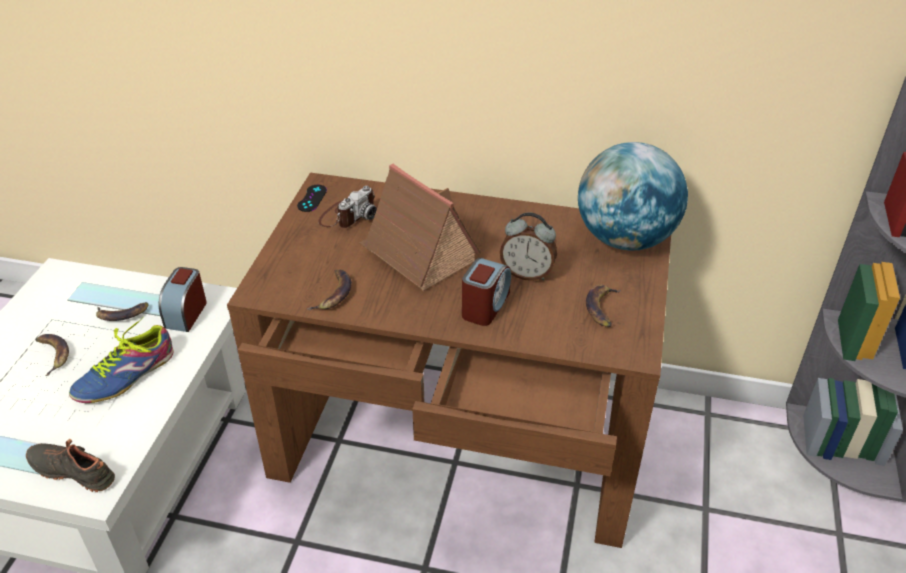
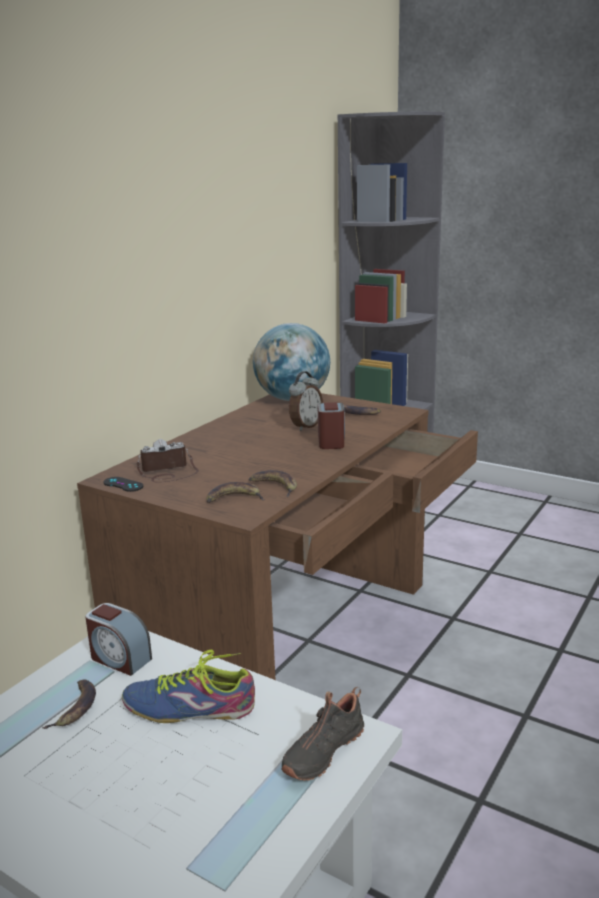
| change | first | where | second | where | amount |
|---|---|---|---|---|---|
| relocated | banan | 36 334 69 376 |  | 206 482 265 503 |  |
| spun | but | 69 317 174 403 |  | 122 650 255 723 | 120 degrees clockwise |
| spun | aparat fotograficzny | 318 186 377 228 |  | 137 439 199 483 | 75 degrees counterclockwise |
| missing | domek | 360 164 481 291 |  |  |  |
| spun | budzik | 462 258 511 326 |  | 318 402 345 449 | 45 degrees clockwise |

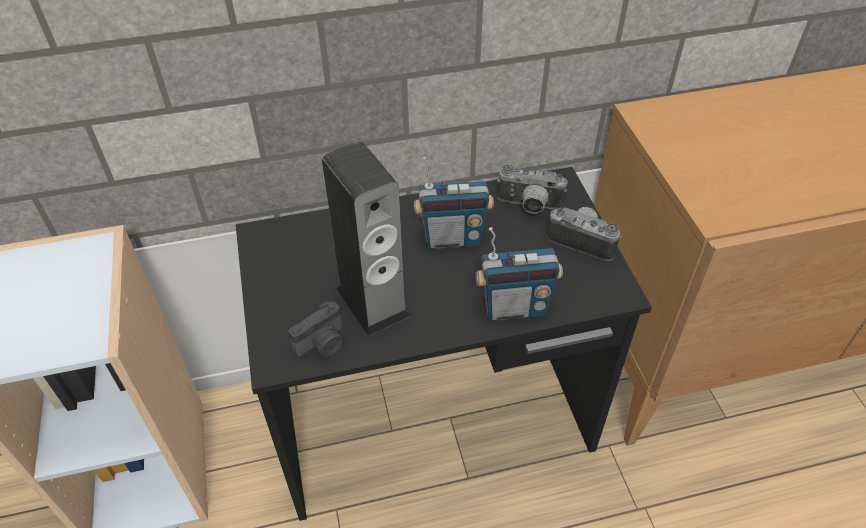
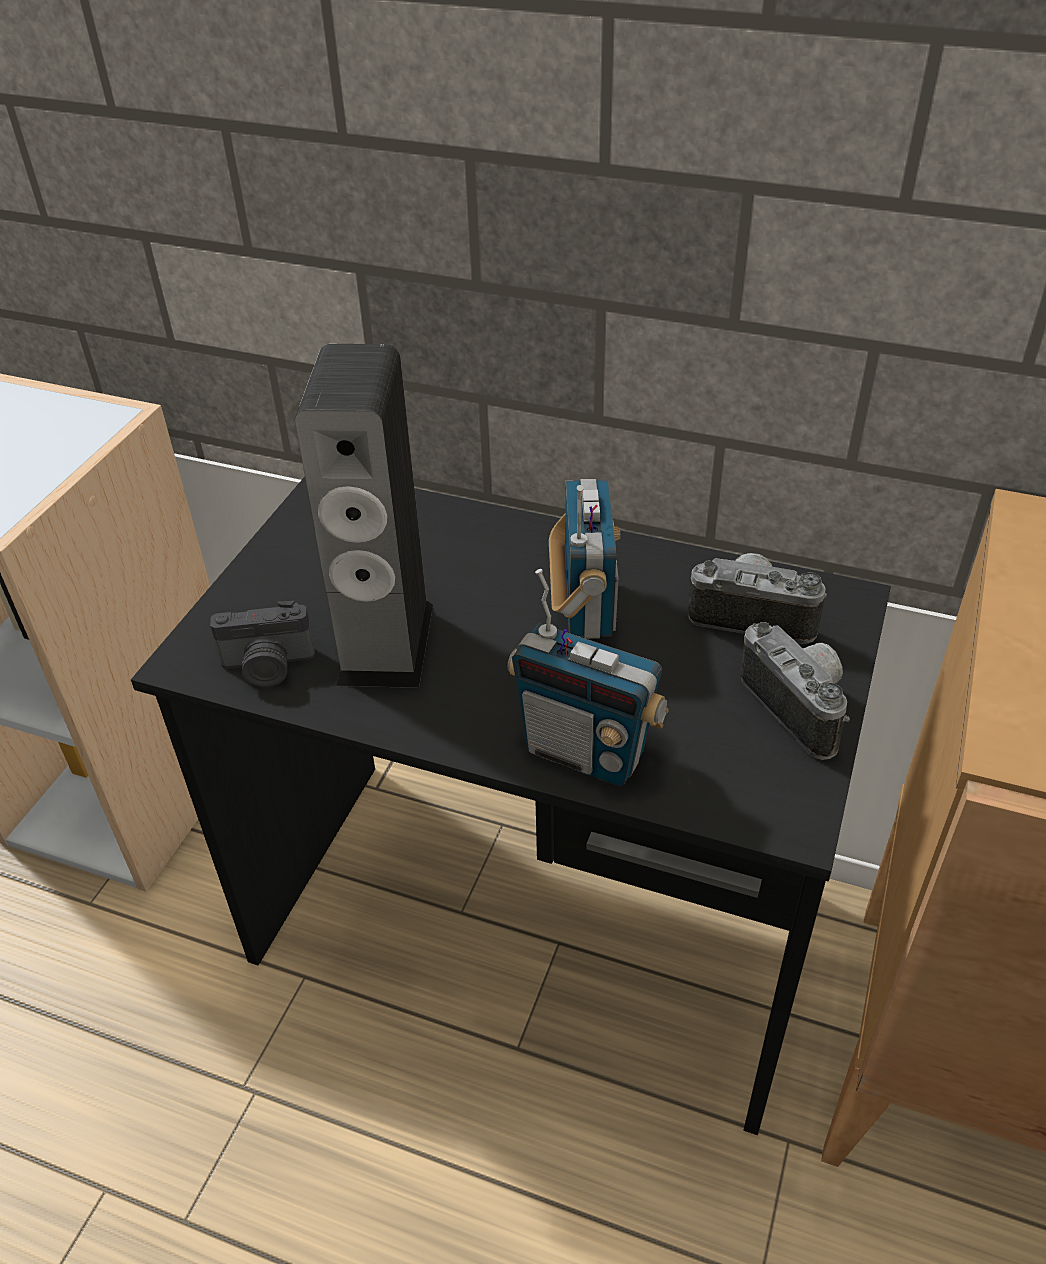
| change | first | where | second | where | amount |
|---|---|---|---|---|---|
| spun | radio | 414 157 494 249 |  | 549 479 621 639 | 120 degrees counterclockwise |
| spun | aparat fotograficzny | 497 165 568 214 |  | 688 553 827 644 | 150 degrees clockwise |

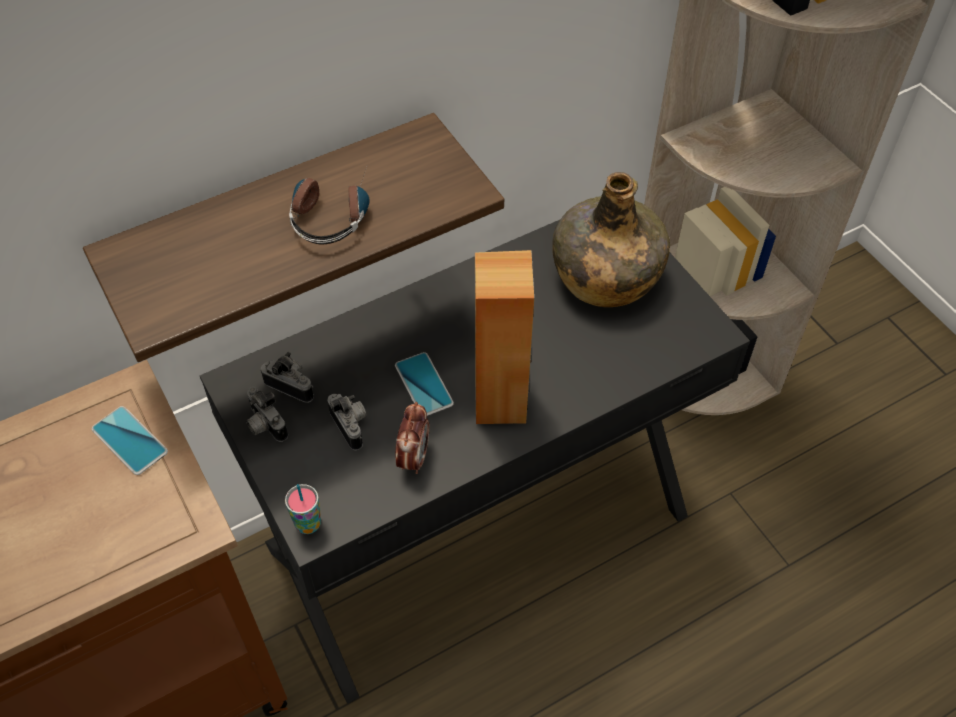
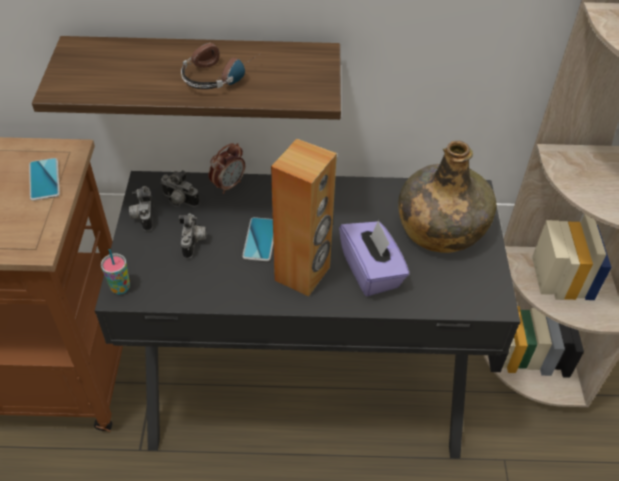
| change | first | where | second | where | amount |
|---|---|---|---|---|---|
| spun | aparat fotograficzny | 261 352 314 403 |  | 161 170 200 207 | 150 degrees clockwise |
| relocated | budzik | 395 402 430 474 |  | 209 143 245 194 |  |
| appeared |  |  | pudełko chusteczek (fioletowy) | 339 220 409 296 |  |

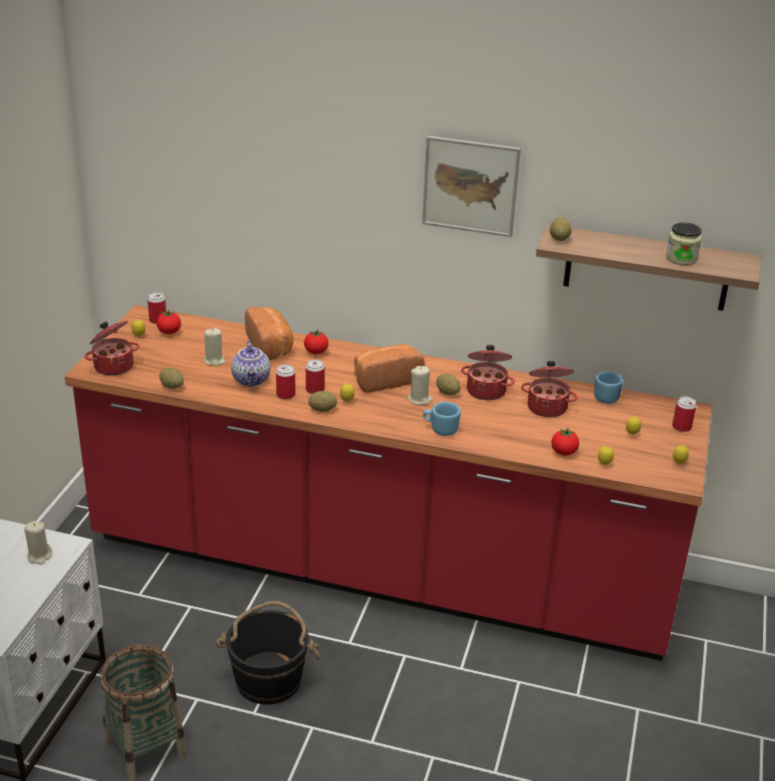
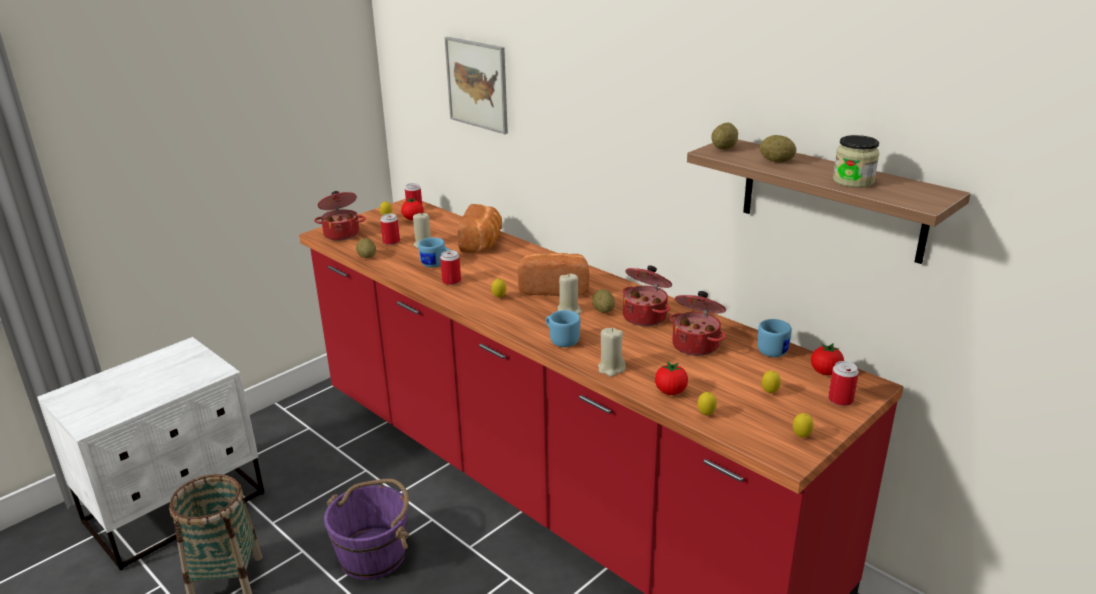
| change | first | where | second | where | amount |
|---|---|---|---|---|---|
| relocated | świeca (beżowy) | 24 521 52 565 |  | 598 328 626 377 |  |
| colour | wiadro (czarny) | 216 601 321 704 | wiadro (fioletowy) | 324 478 409 580 |  |
| exchanged | imbryk | 231 341 270 387 | kubek (niebieski) | 418 237 450 268 |  |
| relocated | pomidor | 304 329 329 354 |  | 811 343 844 375 |  |
| relocated | puszka | 306 359 325 394 |  | 380 214 400 245 |  |
| relocated | ziemniak | 308 391 337 412 |  | 760 135 797 163 |  |
| relocated | obraz | 422 136 521 237 |  | 445 37 508 134 |  |

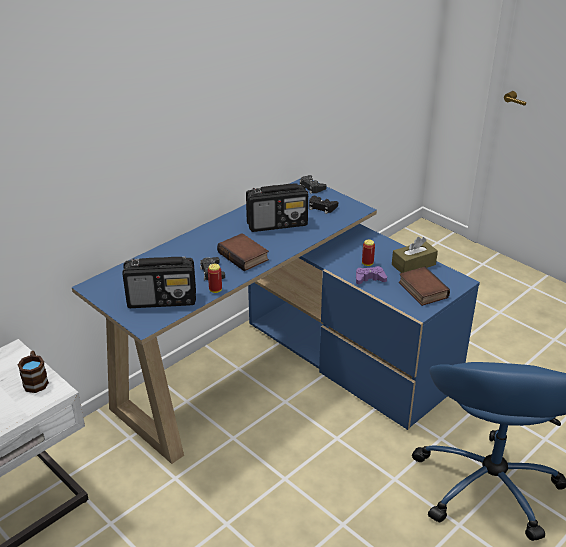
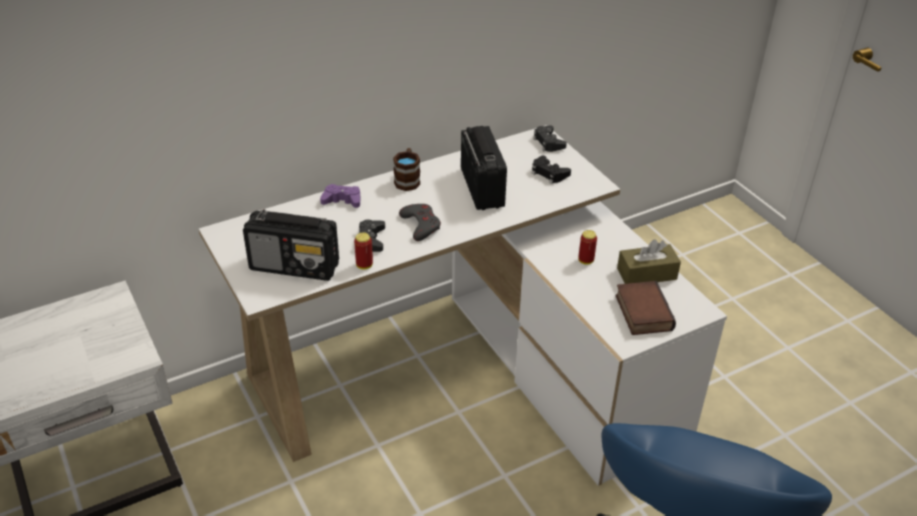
| change | first | where | second | where | amount |
|---|---|---|---|---|---|
| relocated | kubek (brązowy) | 18 351 49 393 |  | 393 148 420 191 |  |
| colour | biurko (niebieski) | 72 178 480 464 | biurko (biały) | 199 125 727 486 |  |
| exchanged | książka | 217 233 269 271 | pad do gier (szary) | 399 204 441 241 |  |
| spun | radio | 246 183 308 232 |  | 461 126 507 210 | 105 degrees counterclockwise |
| relocated | pad do gier (fioletowy) | 356 266 387 284 |  | 320 184 361 208 |  |

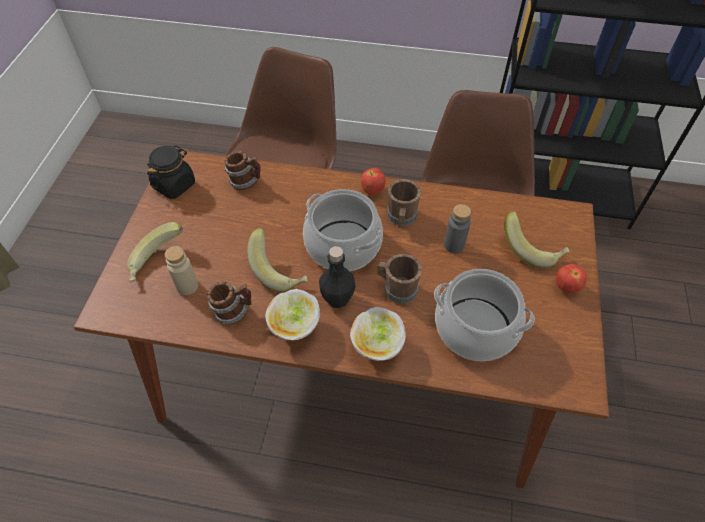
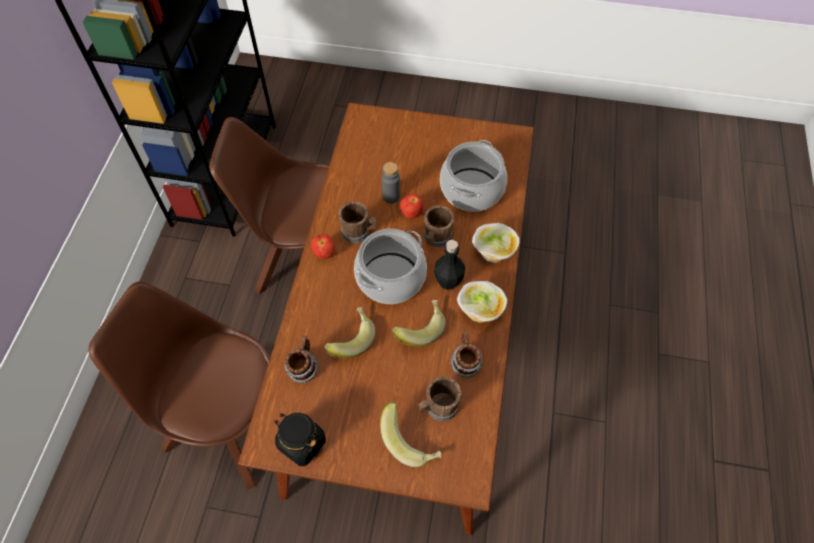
| change | first | where | second | where | amount |
|---|---|---|---|---|---|
| exchanged | butelka (beżowy) | 165 246 198 295 | kubek (brązowy) | 419 376 461 421 |  |
| relocated | banan | 504 211 570 268 |  | 325 307 375 359 |  |
| relocated | jabłko | 556 264 587 293 |  | 400 194 423 218 |  |

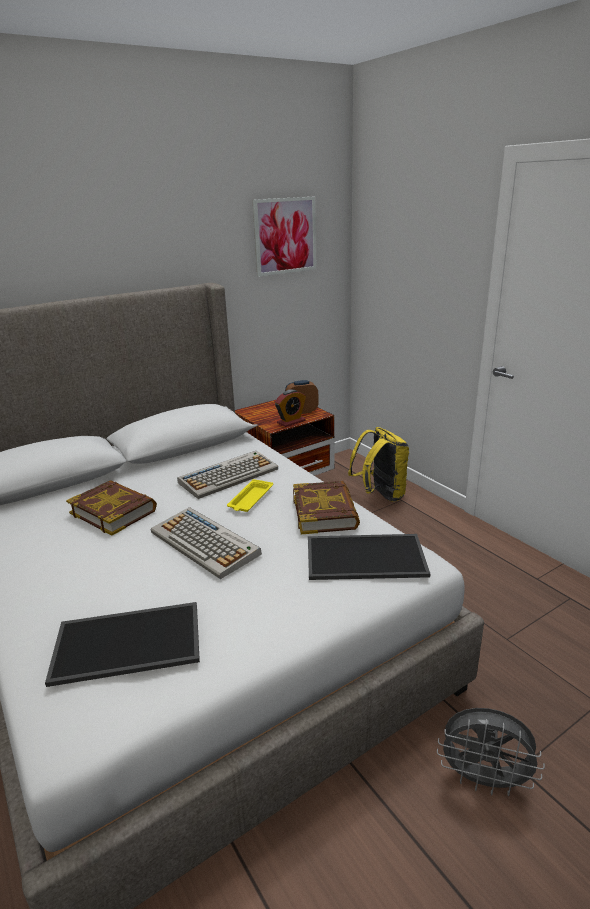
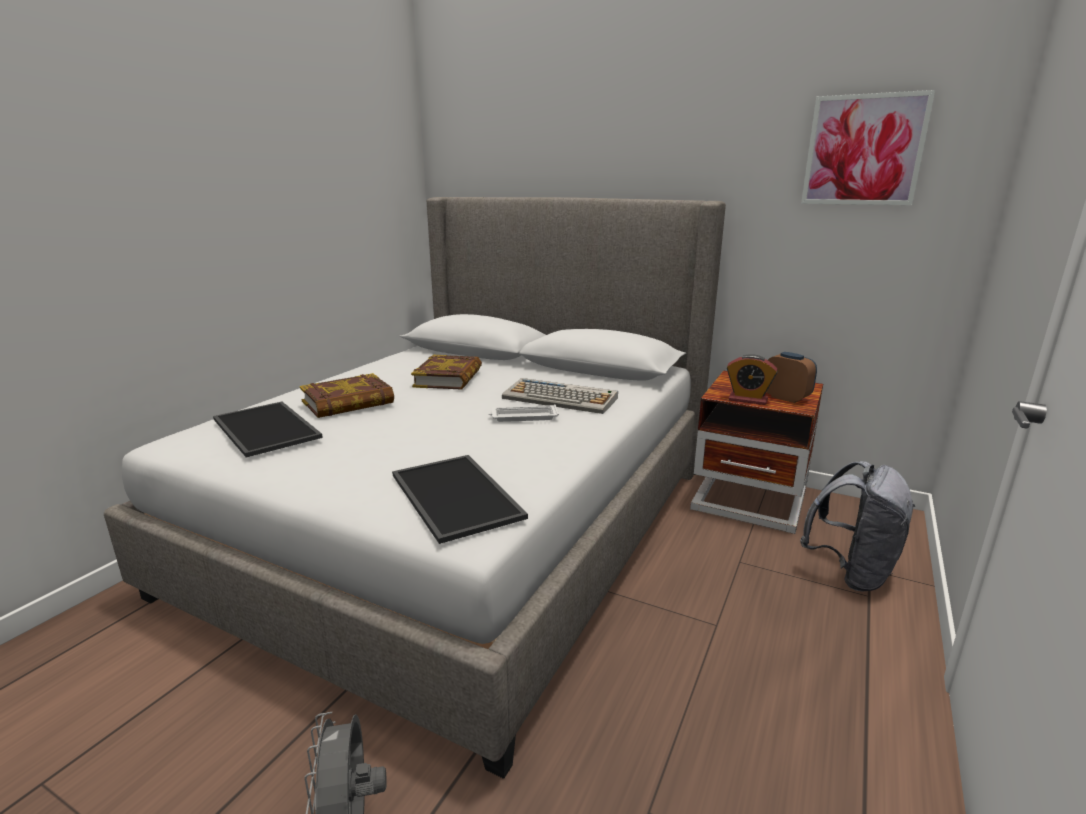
| change | first | where | second | where | amount |
|---|---|---|---|---|---|
| missing | klawiatura | 151 507 262 579 |  |  |  |
| colour | taca (żółty) | 227 479 273 512 | taca (biały) | 489 404 559 422 |  |
| relocated | książka | 293 481 360 534 |  | 300 373 394 418 |  |
| colour | plecak (żółty) | 348 427 409 502 | plecak (szary) | 800 461 915 592 |  |

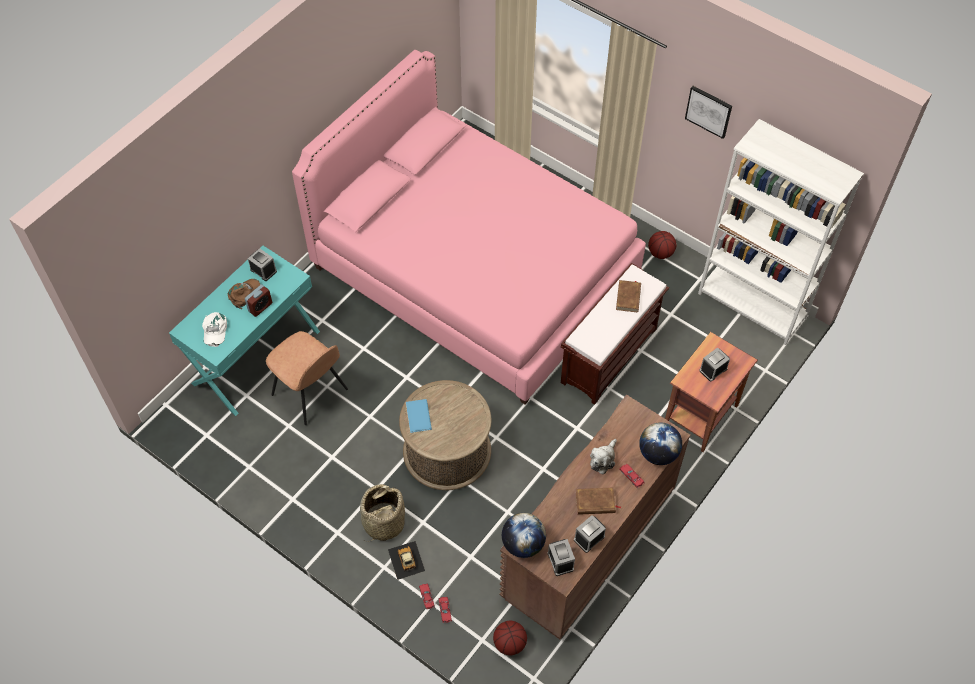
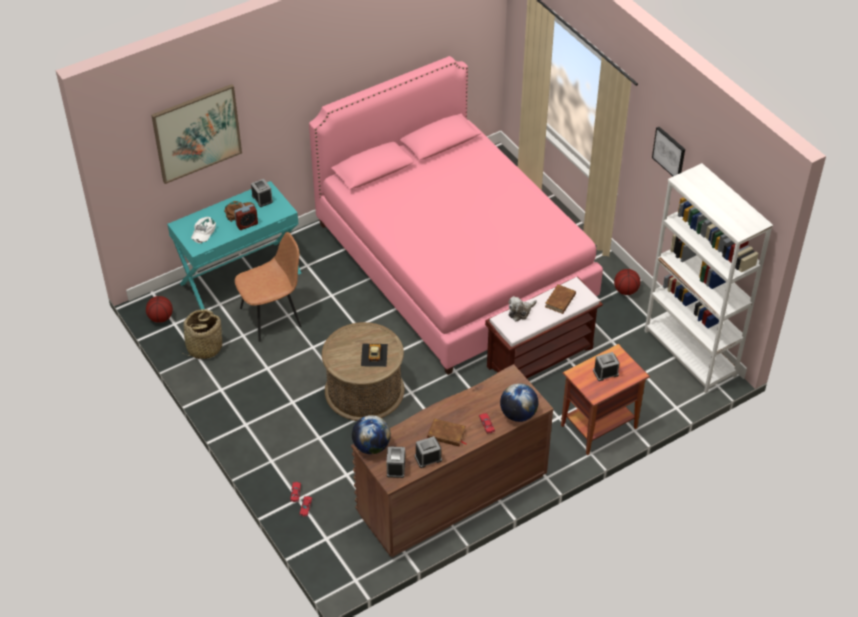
| change | first | where | second | where | amount |
|---|---|---|---|---|---|
| spun | krzesło (brązowy) | 266 331 348 425 |  | 235 232 301 342 | 90 degrees counterclockwise |
| relocated | koszyk | 360 484 405 542 |  | 180 309 223 359 |  |
| relocated | samochodzik | 388 541 425 580 |  | 361 344 388 367 |  |
| missing | książka (niebieski) | 406 399 432 433 |  |  |  |
| relocated | piłka do koszykówki | 493 621 527 655 |  | 146 296 173 323 |  |
| relocated | pluszak | 590 439 617 474 |  | 508 296 537 321 |  |
| appeared |  |  | obraz | 151 84 242 184 |  |

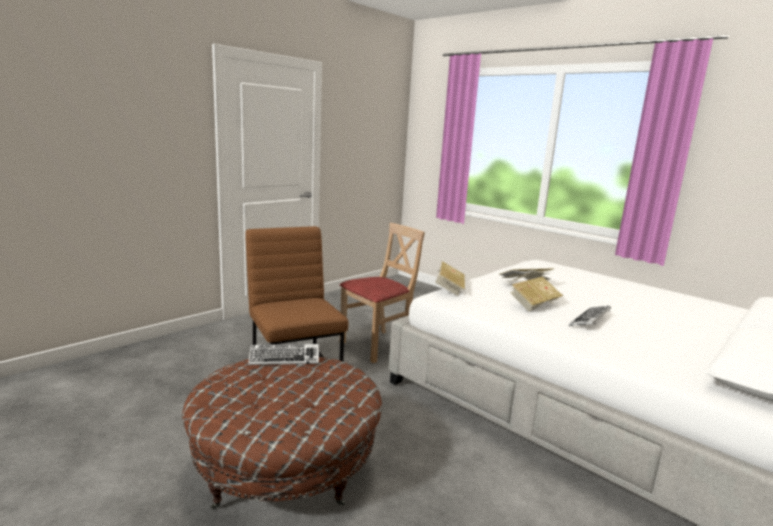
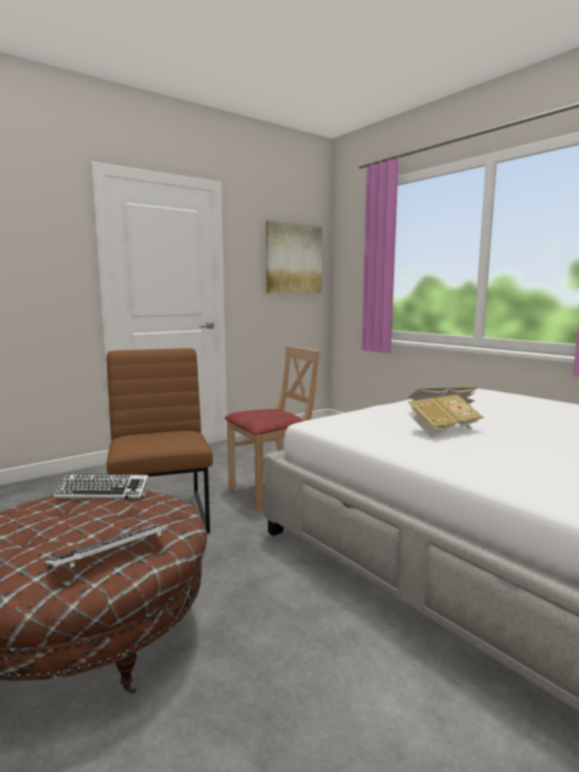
| change | first | where | second | where | amount |
|---|---|---|---|---|---|
| missing | książka | 435 261 465 296 |  |  |  |
| relocated | klawiatura | 569 306 611 326 |  | 44 524 168 568 |  |
| appeared |  |  | obraz | 266 221 322 293 |  |

